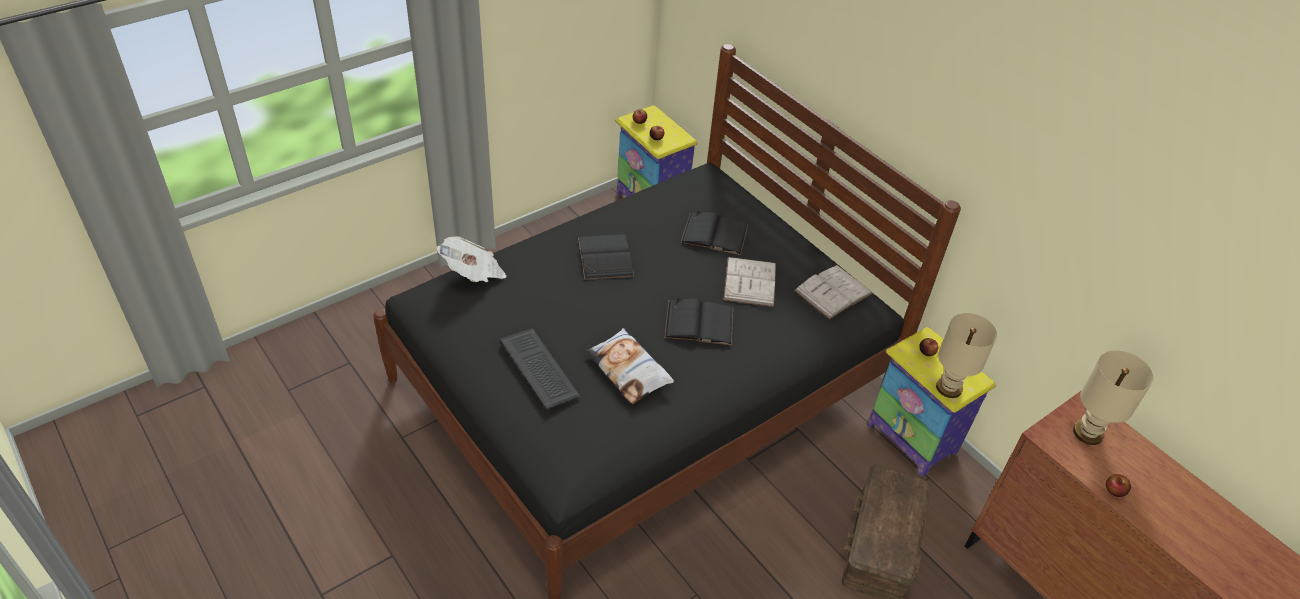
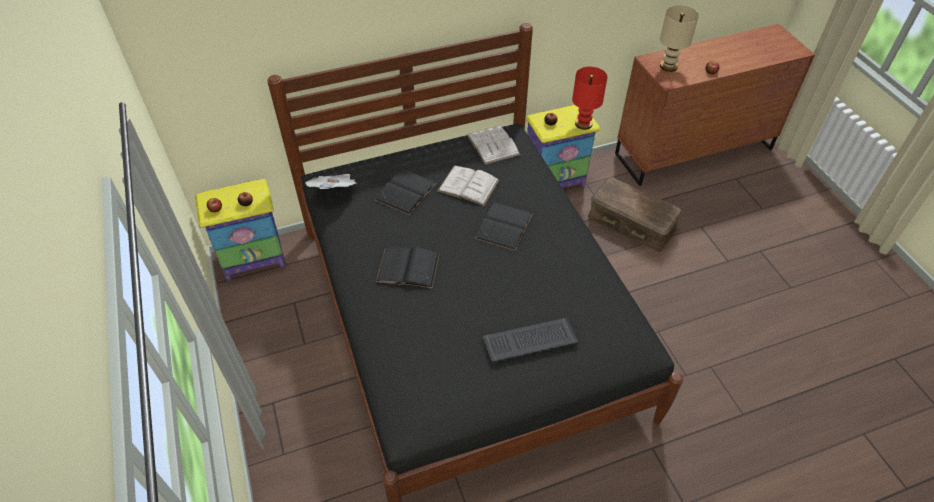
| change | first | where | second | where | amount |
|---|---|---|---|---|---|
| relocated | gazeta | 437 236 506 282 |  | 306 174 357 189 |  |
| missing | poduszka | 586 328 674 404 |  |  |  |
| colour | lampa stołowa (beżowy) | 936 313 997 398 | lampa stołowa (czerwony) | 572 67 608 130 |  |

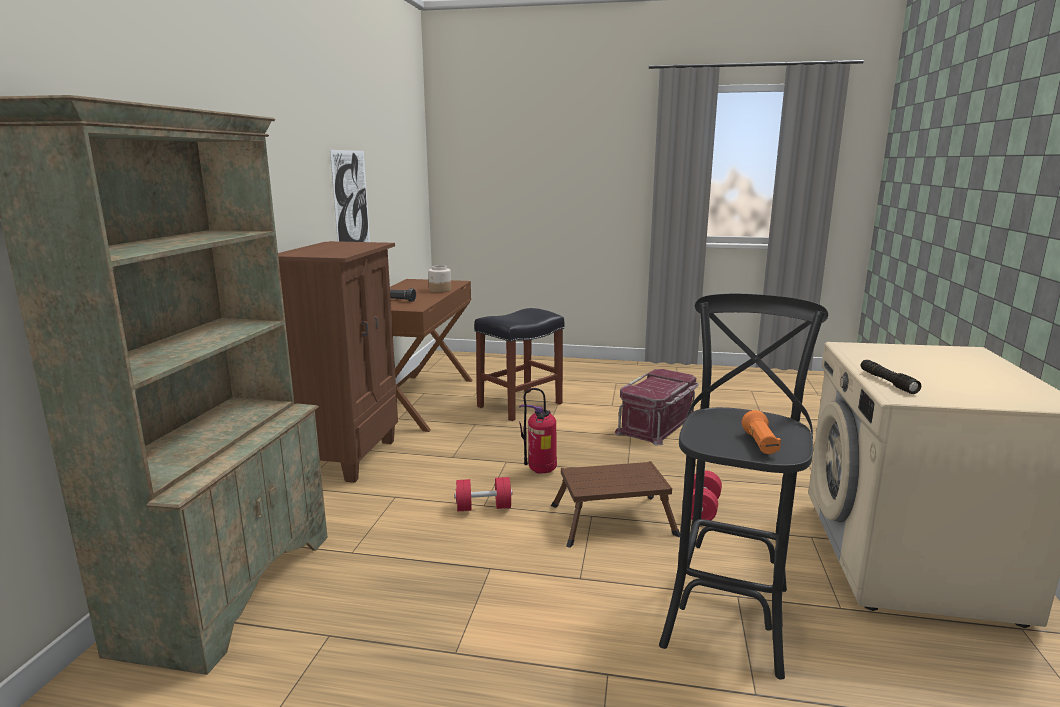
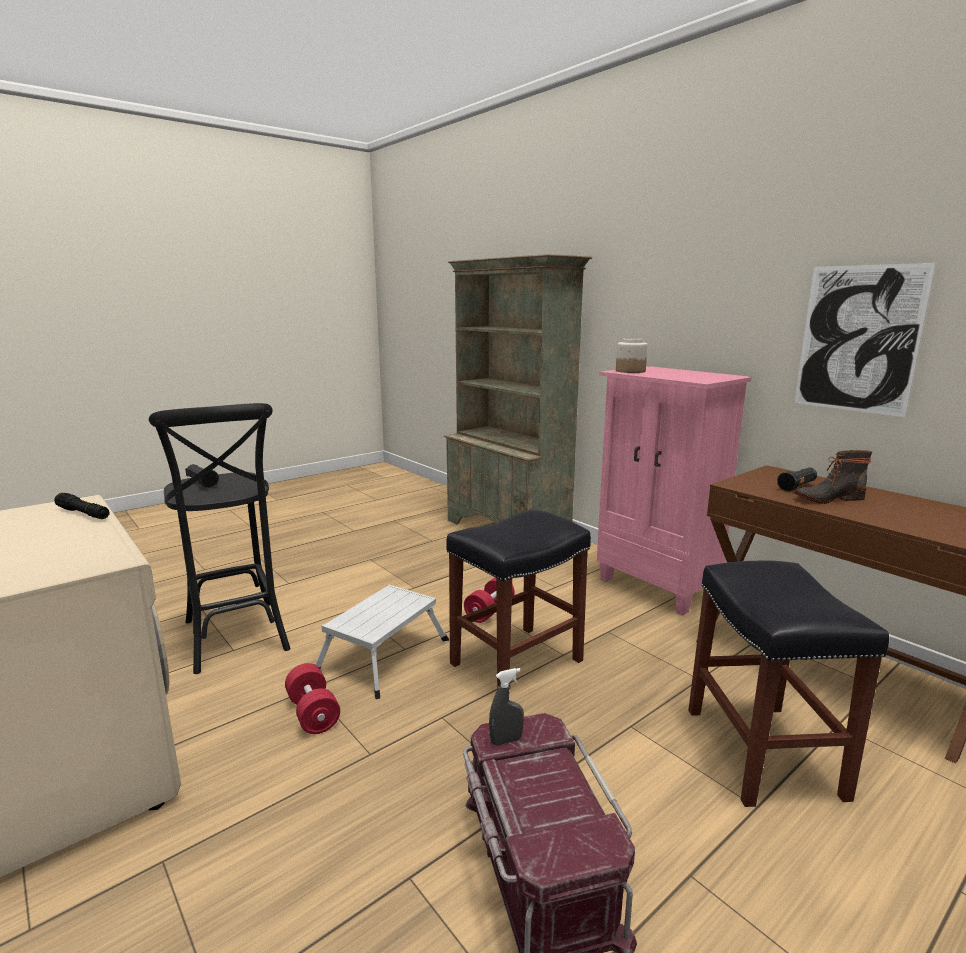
| change | first | where | second | where | amount |
|---|---|---|---|---|---|
| colour | szafka (brązowy) | 278 241 398 483 | szafka (różowy) | 597 366 752 615 |  |
| relocated | słoik | 428 265 451 293 |  | 616 338 648 373 |  |
| exchanged | gaśnica | 519 388 557 473 | stołek (czarny) | 446 509 591 689 |  |
| colour | drabinka (brązowy) | 551 461 680 548 | drabinka (biały) | 315 584 449 699 |  |
| colour | latarka (pomarańczowy) | 742 410 781 454 | latarka (czarny) | 185 464 219 488 |  |
| appeared |  |  | spryskiwacz (szary) | 489 668 524 746 |  |
| appeared |  |  | but z cholewką | 795 450 873 504 |  |

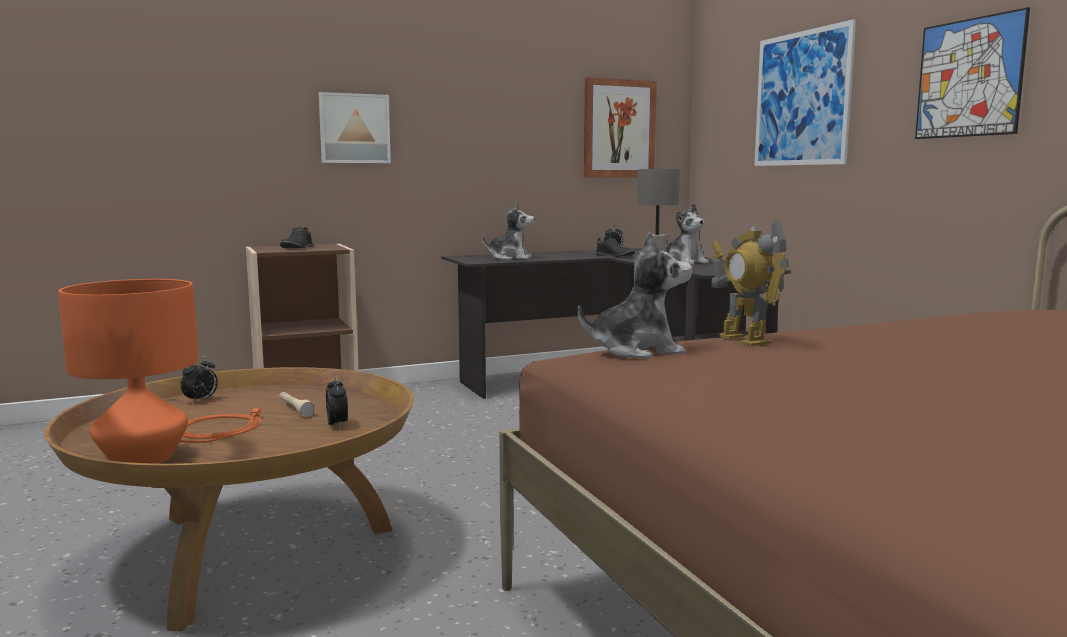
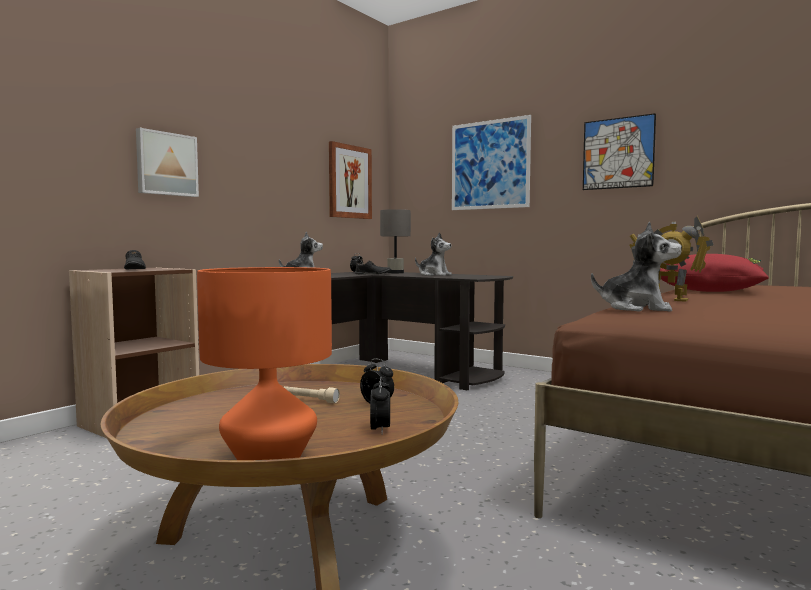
| change | first | where | second | where | amount |
|---|---|---|---|---|---|
| relocated | budzik | 181 356 218 403 |  | 370 377 390 433 |  |
| spun | pluszak | 577 232 692 358 |  | 591 222 682 312 | 60 degrees clockwise |
| appeared |  |  | poduszka (czerwony) | 660 254 769 292 |  |

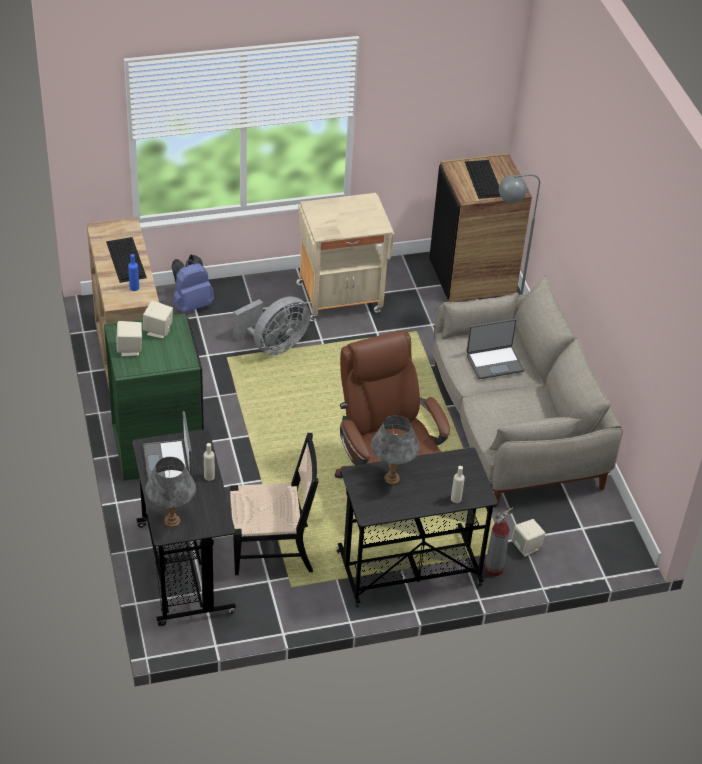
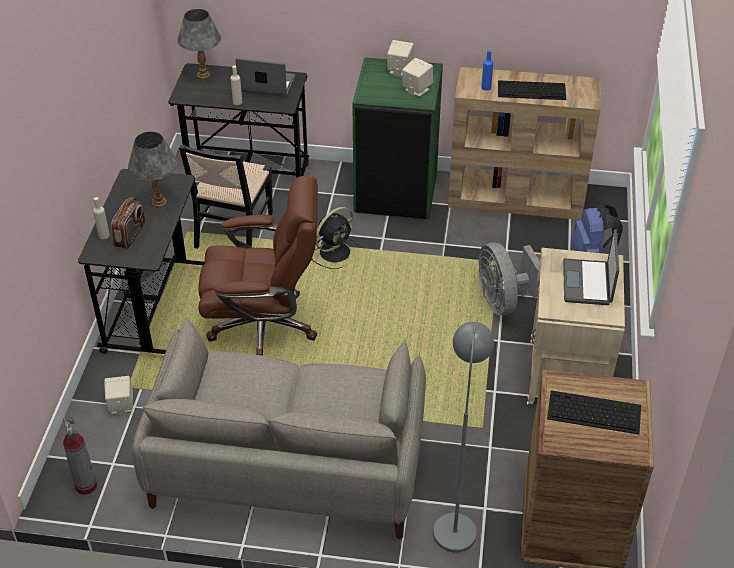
| change | first | where | second | where | amount |
|---|---|---|---|---|---|
| relocated | laptop | 466 319 524 379 |  | 563 229 619 305 |  |
| relocated | gaśnica | 485 507 513 577 |  | 63 417 97 495 |  |
| appeared |  |  | radio | 111 198 145 249 |  |
| appeared |  |  | wentylator (czarny) | 311 207 359 269 |  |

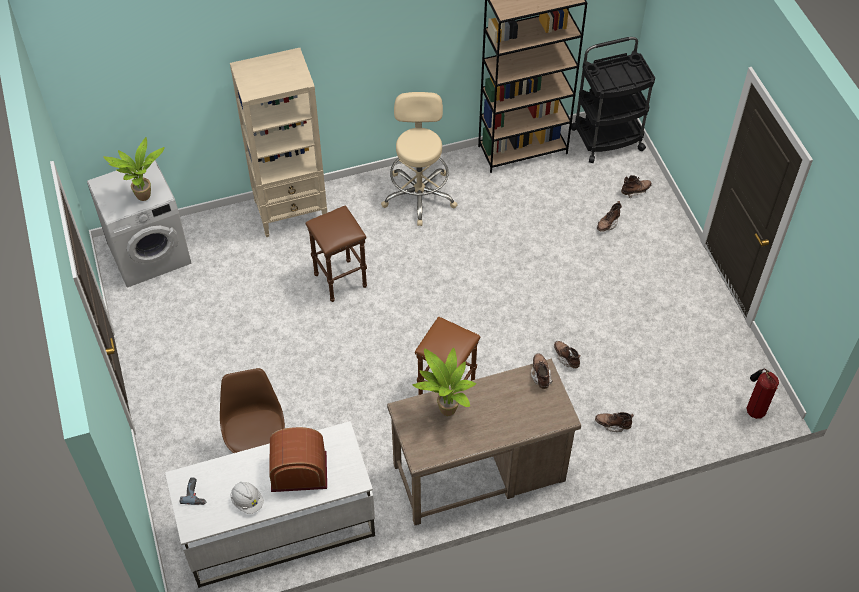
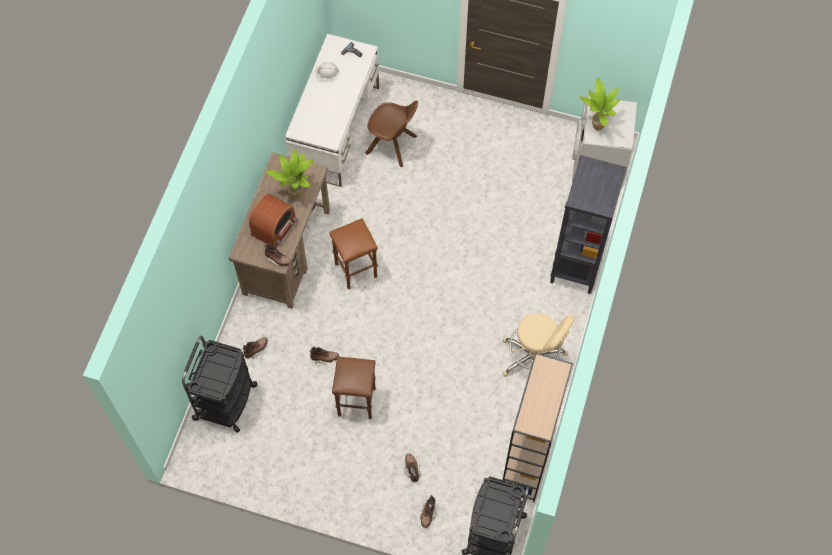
| change | first | where | second | where | amount |
|---|---|---|---|---|---|
| colour | regał (beżowy) | 230 48 327 237 | regał (czarny) | 550 155 627 294 |  |
| relocated | radio | 269 427 327 492 |  | 249 194 297 247 |  |
| relocated | stołek (brązowy) | 306 206 367 302 |  | 332 357 376 419 |  |
| missing | gaśnica | 747 369 779 419 |  |  |  |
| appeared |  |  | wózek (czarny) | 182 336 257 433 |  |

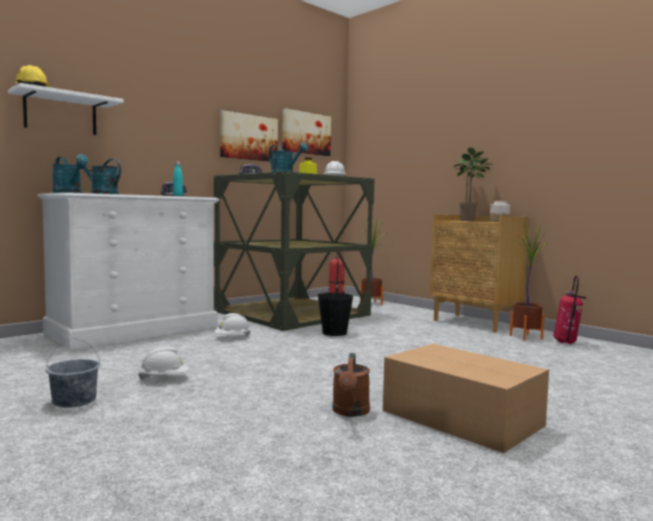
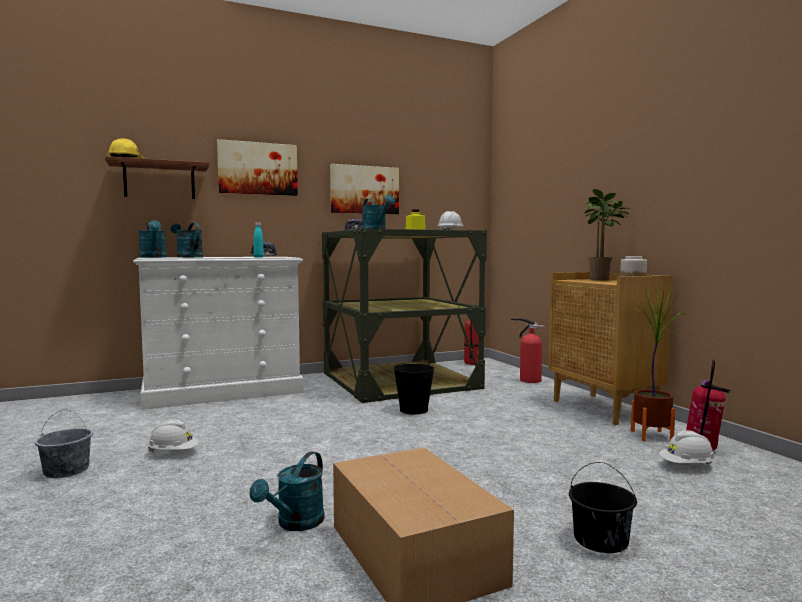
| change | first | where | second | where | amount |
|---|---|---|---|---|---|
| colour | półka (biały) | 8 83 124 135 | półka (brązowy) | 105 156 209 199 |  |
| relocated | kask (biały) | 214 313 250 336 |  | 659 430 716 464 |  |
| relocated | obraz | 282 108 331 156 |  | 217 139 298 196 |  |
| colour | konewka (brązowy) | 332 353 370 417 | konewka (turkusowy) | 250 451 325 531 |  |
| missing | roślina doniczkowa | 360 217 387 305 |  |  |  |
| appeared |  |  | gaśnica | 511 317 545 383 |  |
| appeared |  |  | wiadro (czarny) | 569 462 637 553 |  |

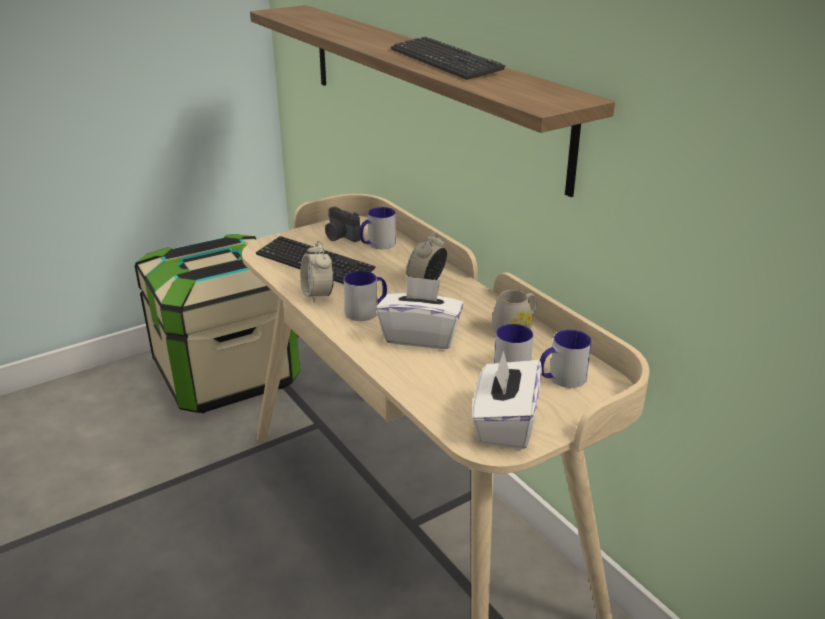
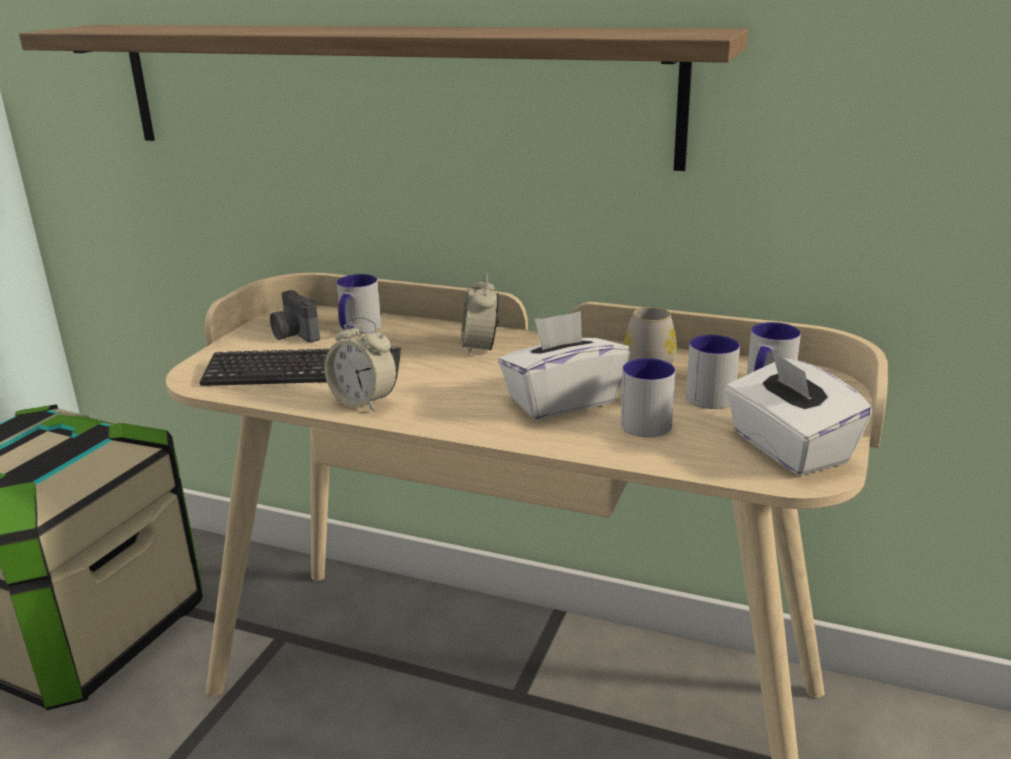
| change | first | where | second | where | amount |
|---|---|---|---|---|---|
| spun | aparat fotograficzny | 325 207 360 242 |  | 270 290 320 343 | 45 degrees clockwise |
| relocated | kubek | 344 271 387 321 |  | 621 358 675 437 |  |
| missing | klawiatura | 391 37 505 80 |  |  |  |

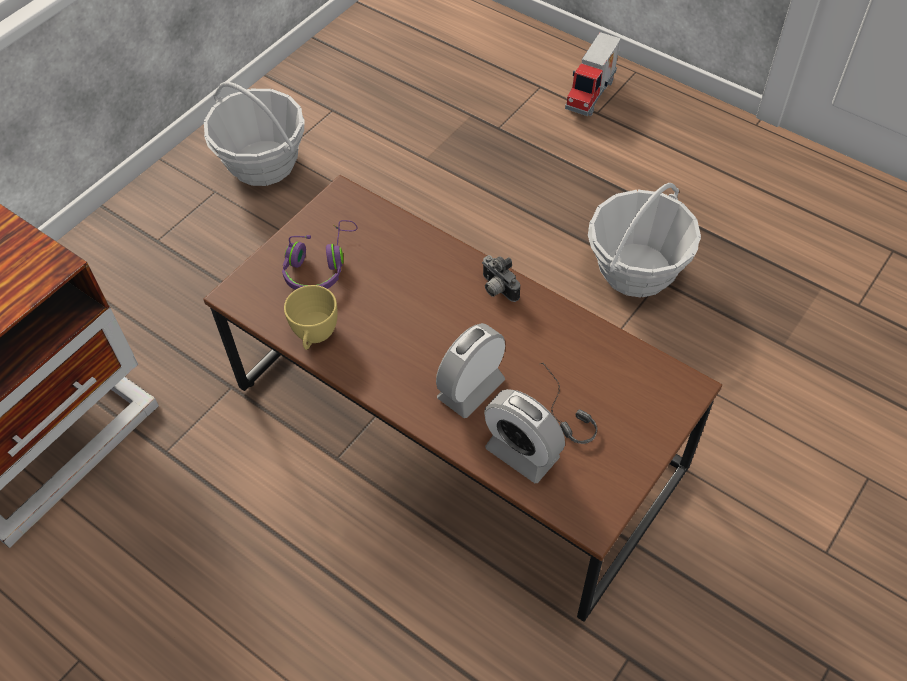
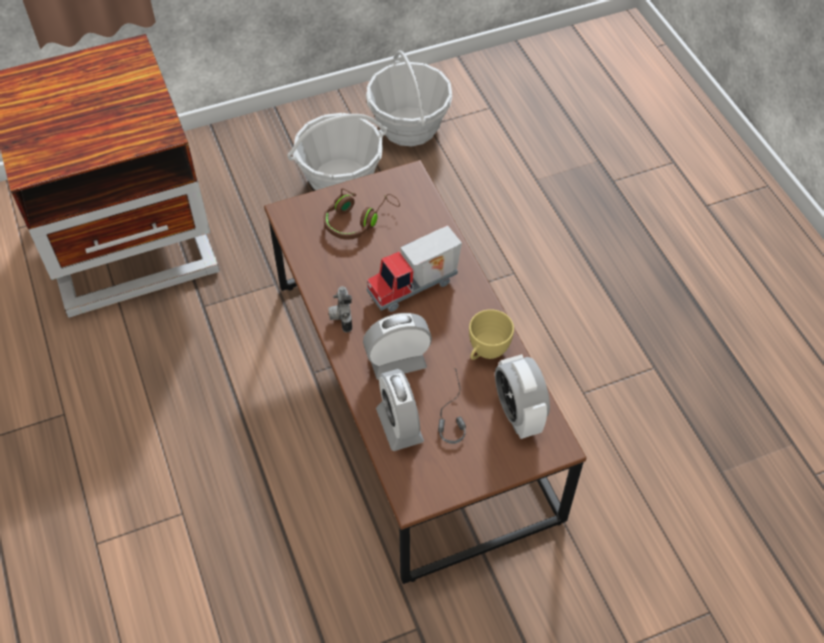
| change | first | where | second | where | amount |
|---|---|---|---|---|---|
| colour | słuchawki (fioletowy) | 282 220 358 290 | słuchawki (brązowy) | 324 188 400 240 |  |
| relocated | filiżanka (żółty) | 284 285 338 350 |  | 469 309 514 360 |  |
| relocated | aparat fotograficzny | 482 255 520 302 |  | 328 286 352 333 |  |
| relocated | ciężarówka zabawkowa | 565 32 621 116 |  | 367 225 462 312 |  |
| relocated | koszyk | 588 183 701 298 |  | 287 113 387 190 |  |
| appeared |  |  | budzik | 495 354 550 439 |  |

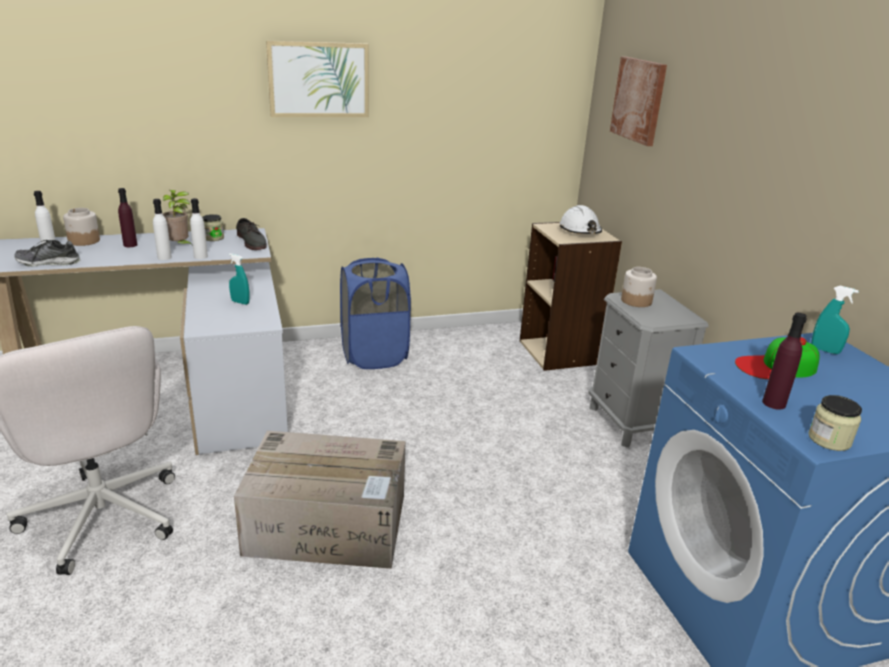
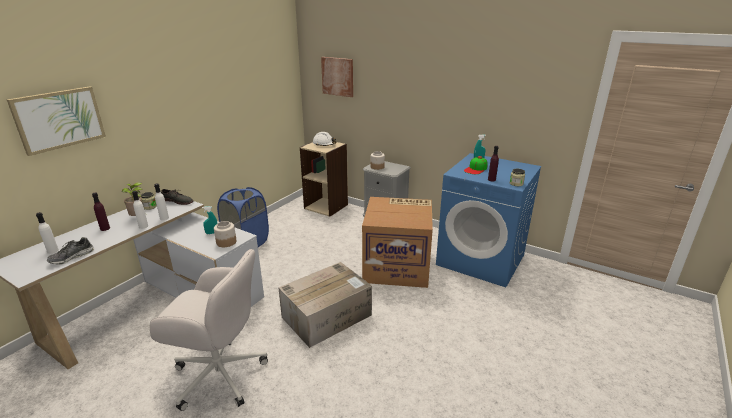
| change | first | where | second | where | amount |
|---|---|---|---|---|---|
| relocated | słoik | 63 208 100 246 |  | 214 221 237 247 |  |
| relocated | obraz | 266 41 369 117 |  | 7 86 106 156 |  |
| appeared |  |  | karton | 362 197 433 288 |  |

